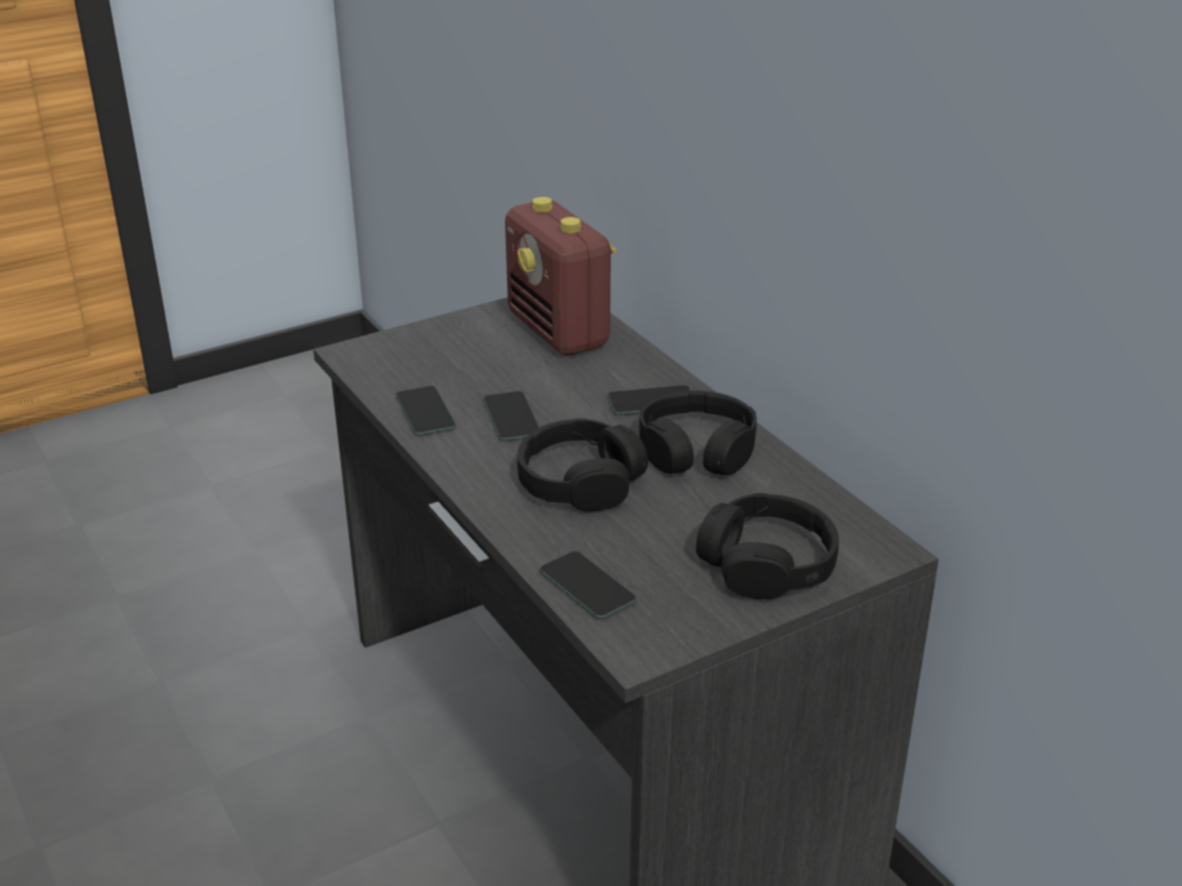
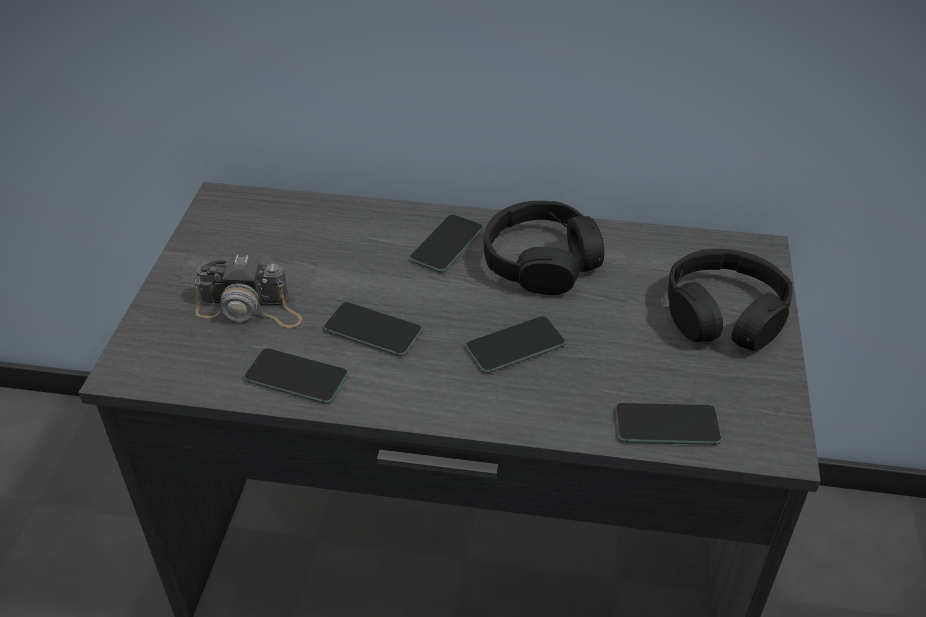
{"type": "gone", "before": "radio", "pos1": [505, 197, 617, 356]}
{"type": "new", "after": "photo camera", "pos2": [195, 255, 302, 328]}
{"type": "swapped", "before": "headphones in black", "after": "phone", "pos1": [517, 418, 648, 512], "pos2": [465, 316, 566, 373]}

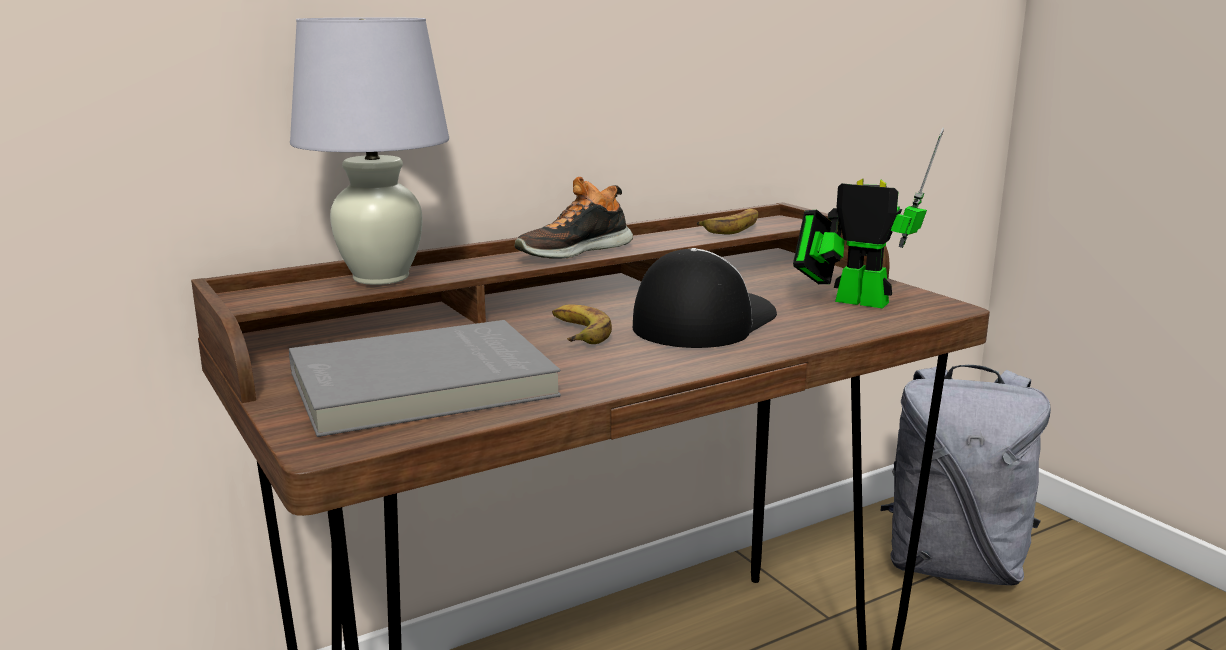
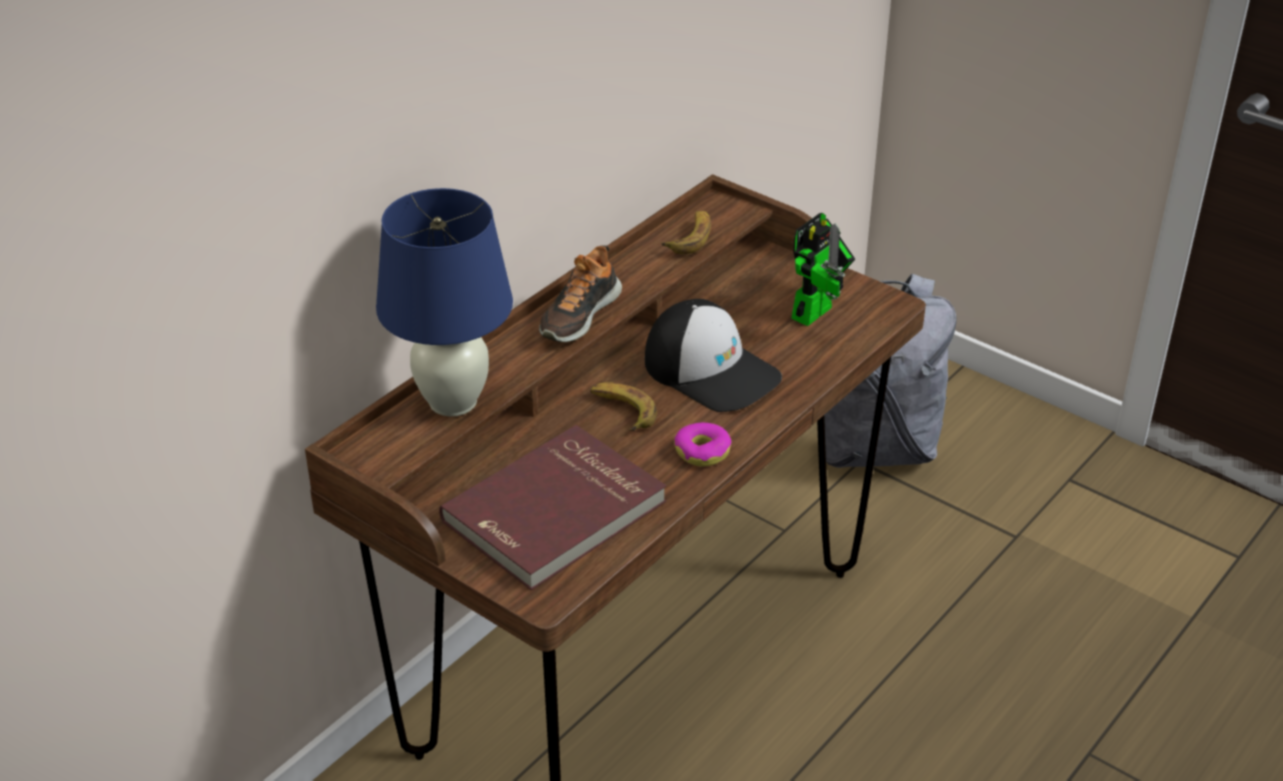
{"type": "new", "after": "donut", "pos2": [674, 423, 731, 466]}
{"type": "repainted", "before": "book in grey", "after": "book in red", "pos1": [289, 320, 561, 437], "pos2": [439, 425, 666, 590]}
{"type": "repainted", "before": "table lamp in white", "after": "table lamp in blue", "pos1": [290, 17, 449, 285], "pos2": [376, 188, 513, 417]}
{"type": "rotated", "before": "cap", "pos1": [633, 248, 777, 348], "pos2": [645, 299, 782, 412], "turn": 120}
{"type": "rotated", "before": "toy robot", "pos1": [793, 128, 944, 308], "pos2": [791, 213, 855, 326], "turn": 120}

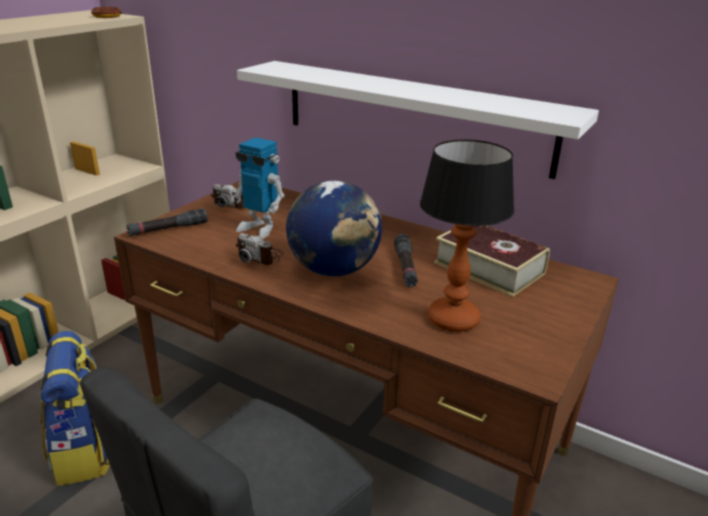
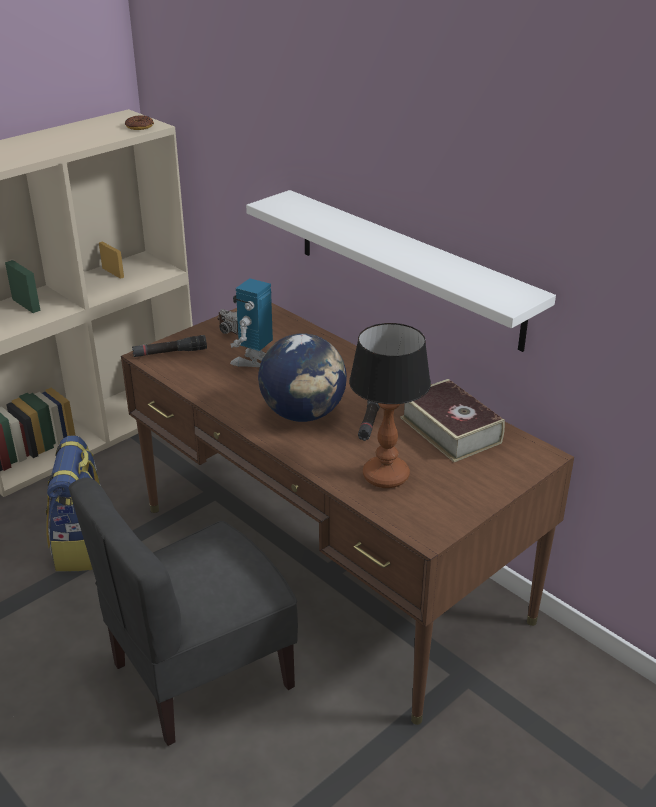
{"type": "gone", "before": "photo camera", "pos1": [236, 233, 284, 265]}
{"type": "rotated", "before": "toy robot", "pos1": [232, 137, 284, 239], "pos2": [230, 278, 273, 367], "turn": 75}

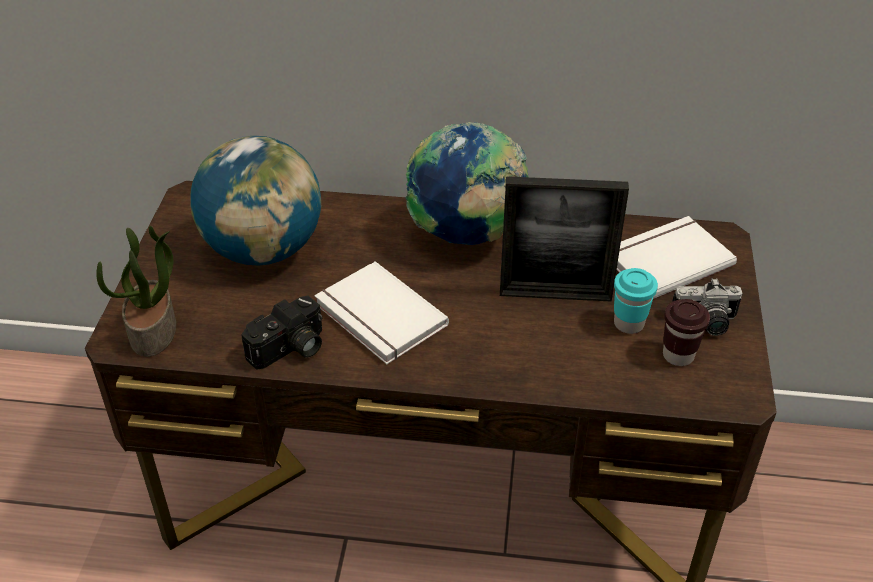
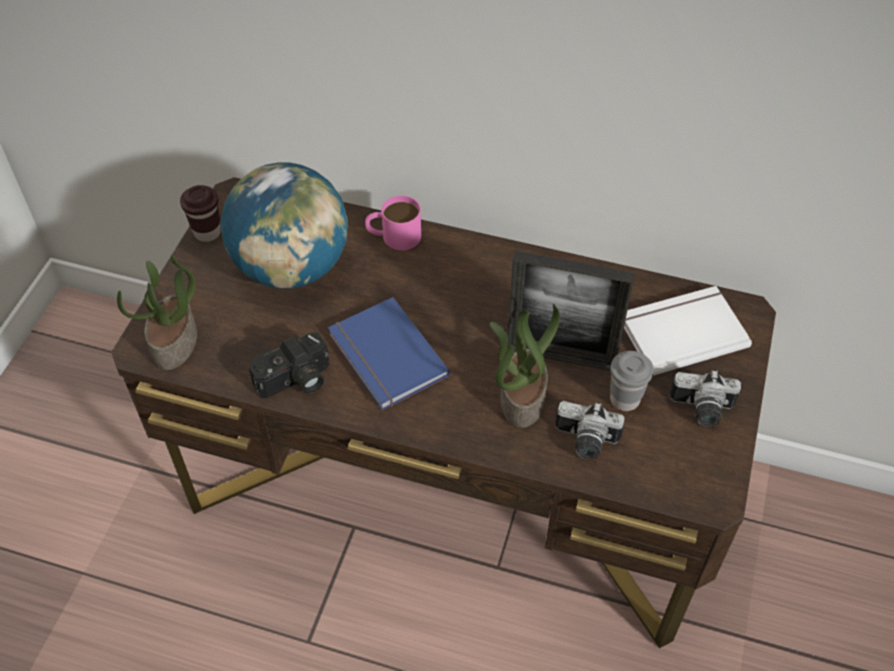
{"type": "gone", "before": "globe", "pos1": [406, 122, 529, 245]}
{"type": "new", "after": "mug in pink", "pos2": [365, 195, 421, 250]}
{"type": "new", "after": "potted plant", "pos2": [490, 304, 560, 428]}
{"type": "new", "after": "photo camera", "pos2": [555, 401, 625, 460]}
{"type": "shifted", "before": "cup in brown", "pos1": [663, 299, 710, 366], "pos2": [180, 185, 221, 242]}
{"type": "repainted", "before": "book in white", "after": "book in blue", "pos1": [314, 261, 449, 364], "pos2": [328, 297, 450, 410]}
{"type": "repainted", "before": "cup in turquoise", "after": "cup in grey", "pos1": [614, 268, 658, 334], "pos2": [610, 351, 654, 411]}

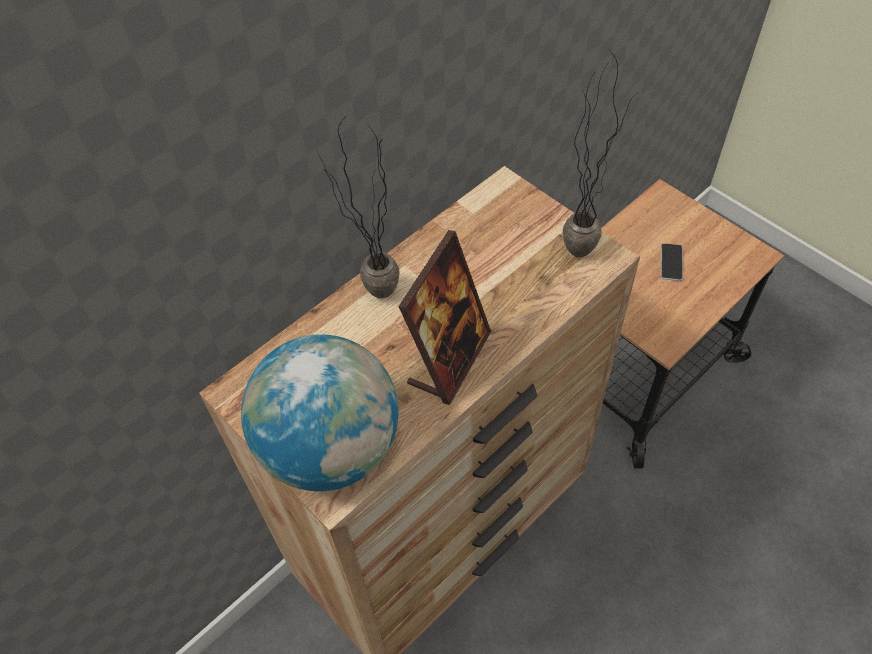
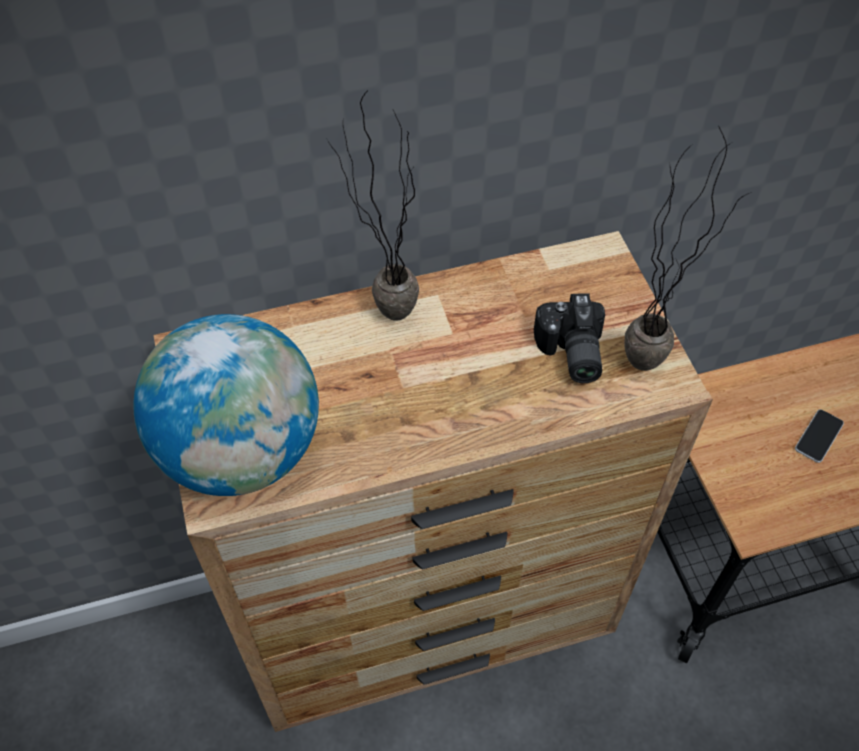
{"type": "gone", "before": "picture frame", "pos1": [398, 230, 491, 405]}
{"type": "new", "after": "photo camera", "pos2": [534, 294, 605, 383]}

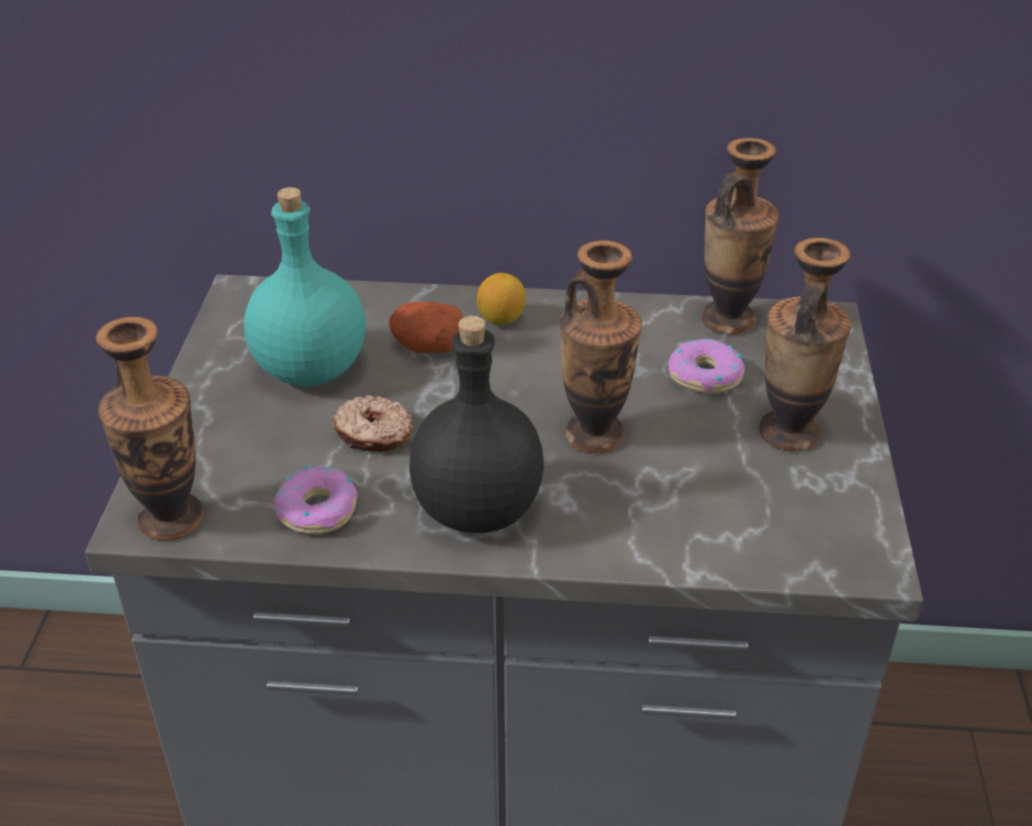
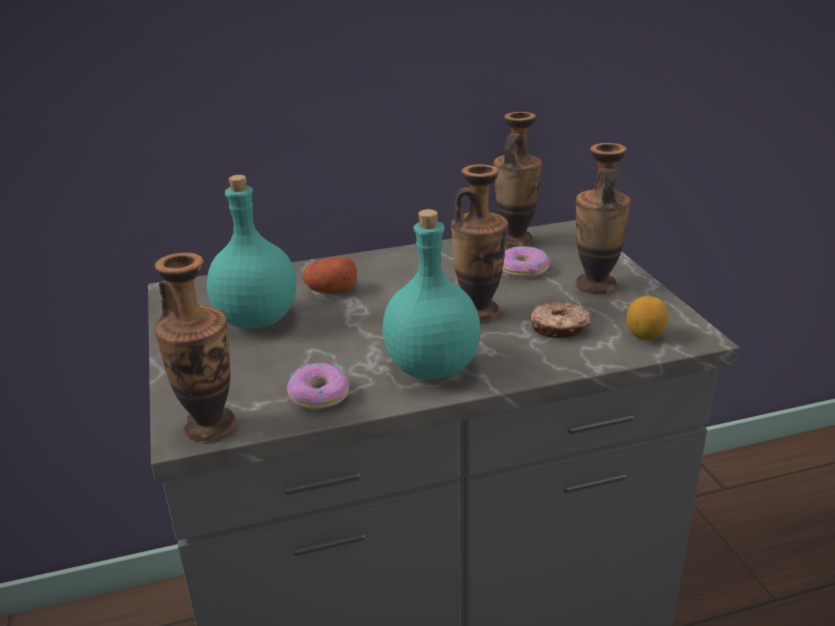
{"type": "shifted", "before": "donut", "pos1": [332, 395, 413, 452], "pos2": [530, 302, 592, 338]}
{"type": "shifted", "before": "lemon", "pos1": [477, 273, 526, 325], "pos2": [627, 296, 668, 340]}
{"type": "repainted", "before": "bottle in black", "after": "bottle in turquoise", "pos1": [409, 316, 544, 533], "pos2": [382, 209, 481, 380]}

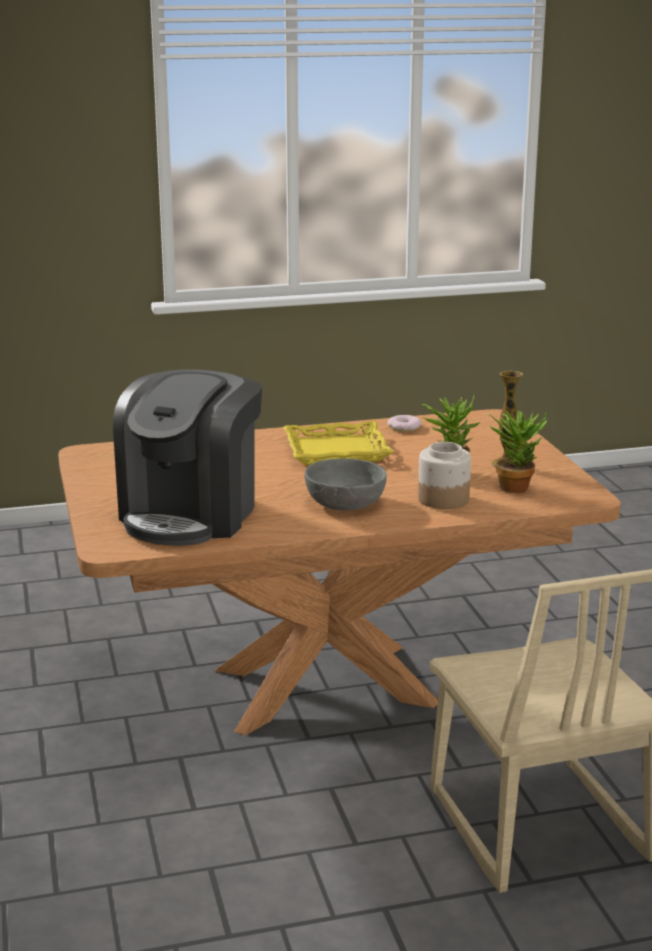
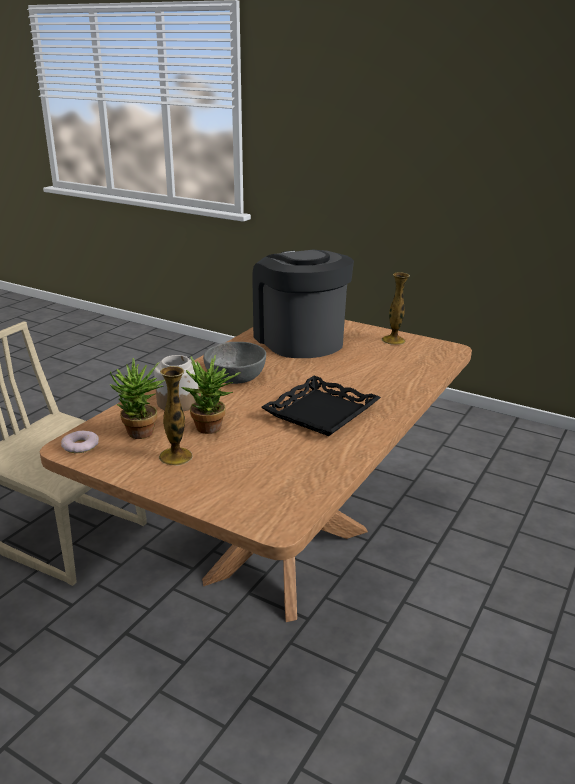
{"type": "new", "after": "vase", "pos2": [381, 272, 410, 345]}
{"type": "shifted", "before": "donut", "pos1": [387, 415, 421, 432], "pos2": [61, 431, 99, 453]}
{"type": "repainted", "before": "tray in yellow", "after": "tray in black", "pos1": [283, 421, 393, 465], "pos2": [261, 376, 381, 436]}

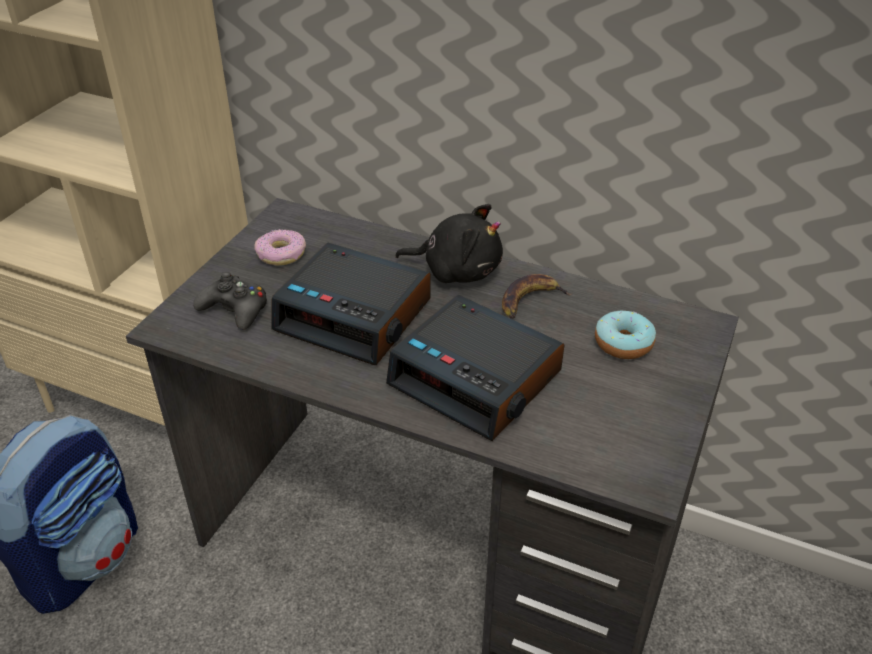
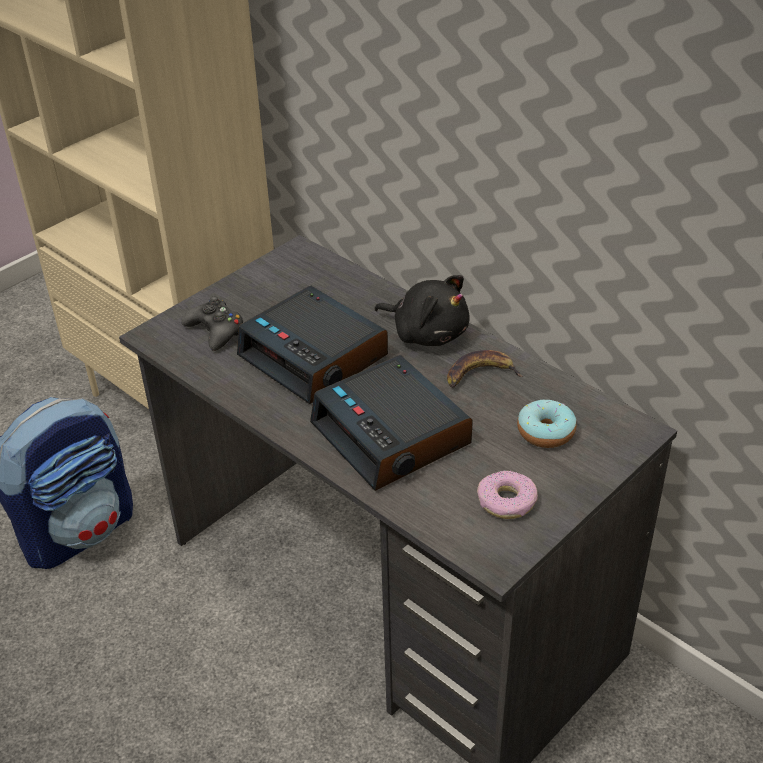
{"type": "shifted", "before": "donut", "pos1": [254, 229, 306, 266], "pos2": [477, 470, 538, 519]}

